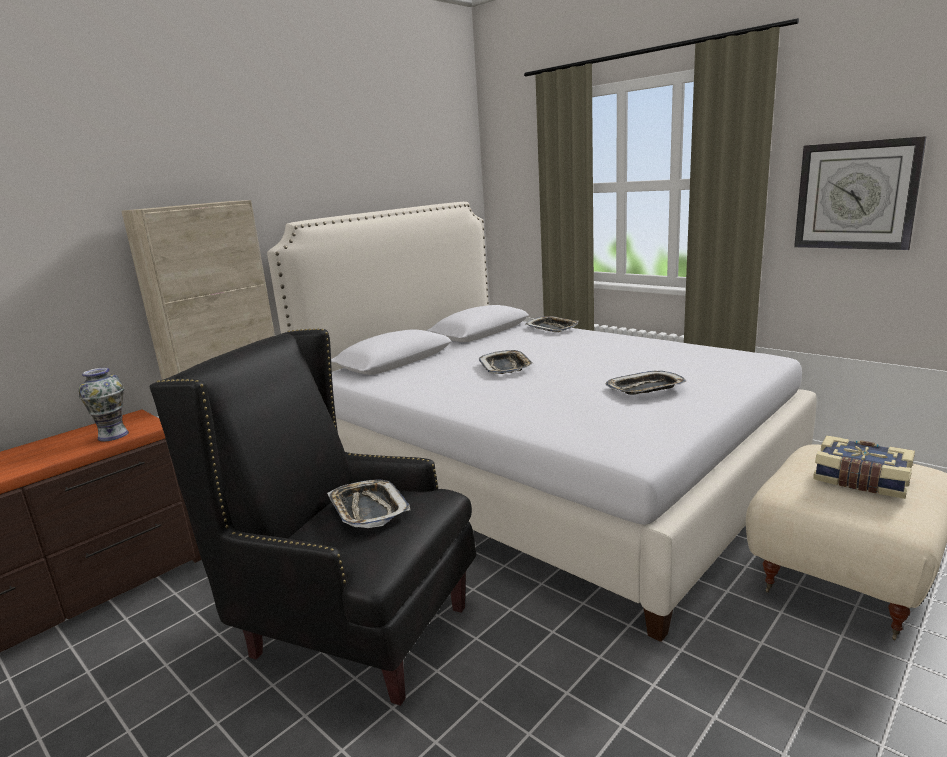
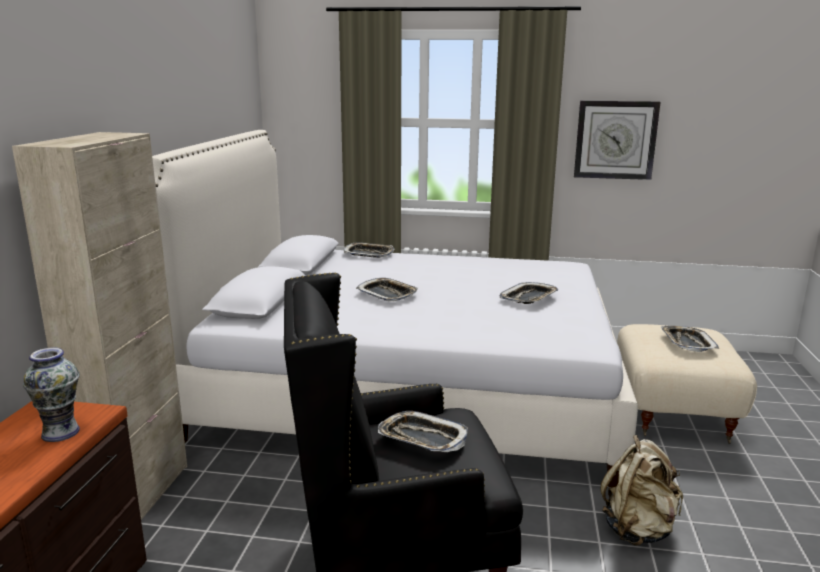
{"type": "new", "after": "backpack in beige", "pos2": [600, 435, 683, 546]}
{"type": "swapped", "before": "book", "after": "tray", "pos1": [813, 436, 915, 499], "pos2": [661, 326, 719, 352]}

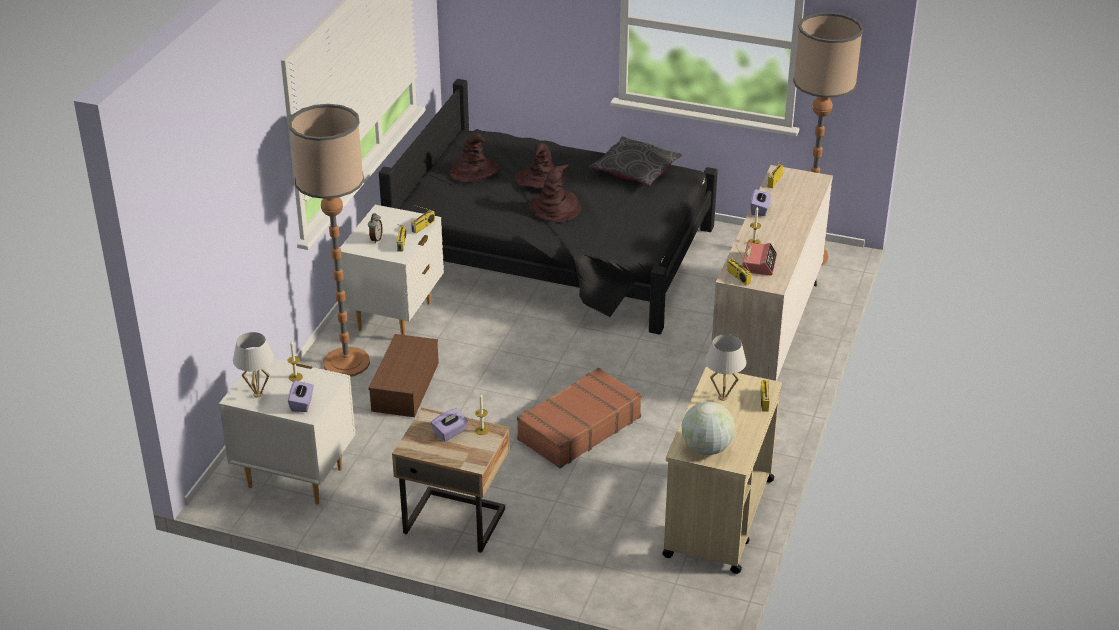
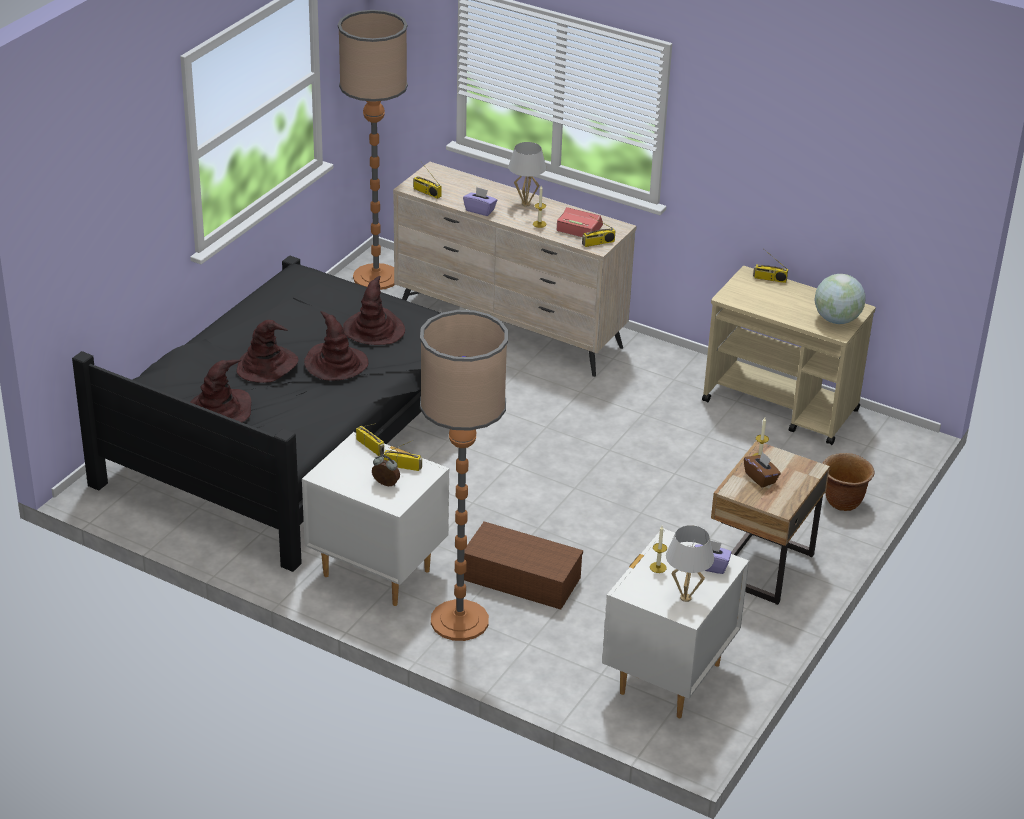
{"type": "gone", "before": "suitcase in brown", "pos1": [517, 368, 642, 468]}
{"type": "gone", "before": "pillow in grey", "pos1": [588, 136, 682, 186]}
{"type": "new", "after": "hat in brown", "pos2": [343, 276, 405, 345]}
{"type": "new", "after": "planter in brown", "pos2": [822, 453, 875, 511]}
{"type": "shifted", "before": "table lamp in white", "pos1": [705, 334, 746, 401], "pos2": [508, 142, 546, 206]}
{"type": "repainted", "before": "tissue box in purple", "after": "tissue box in brown", "pos1": [431, 408, 468, 441], "pos2": [744, 452, 781, 488]}

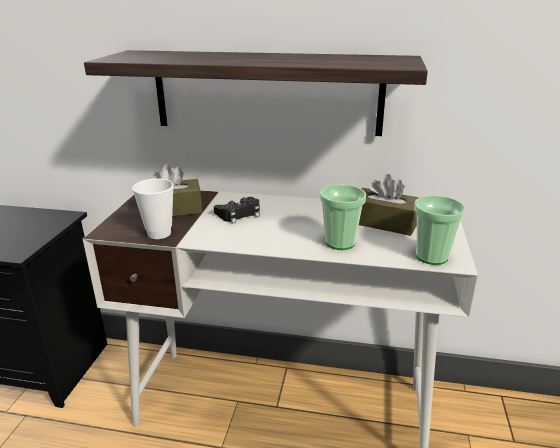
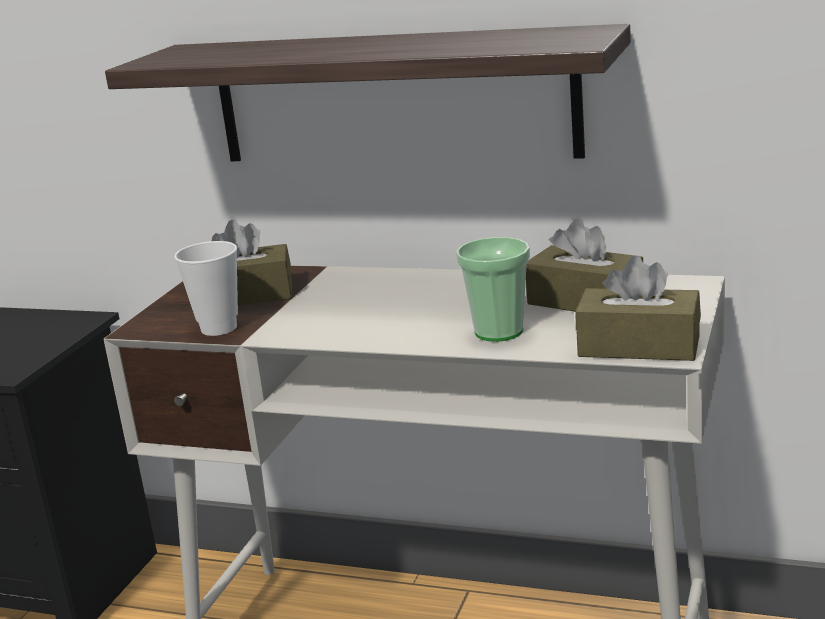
{"type": "gone", "before": "game controller in black", "pos1": [214, 197, 260, 223]}
{"type": "swapped", "before": "cup", "after": "tissue box in brown", "pos1": [414, 195, 465, 265], "pos2": [575, 256, 701, 361]}

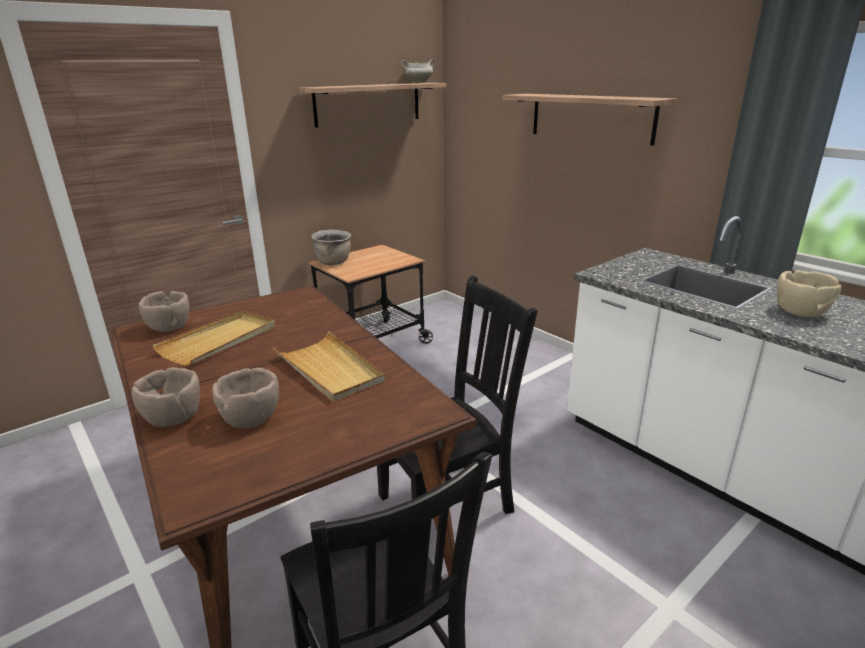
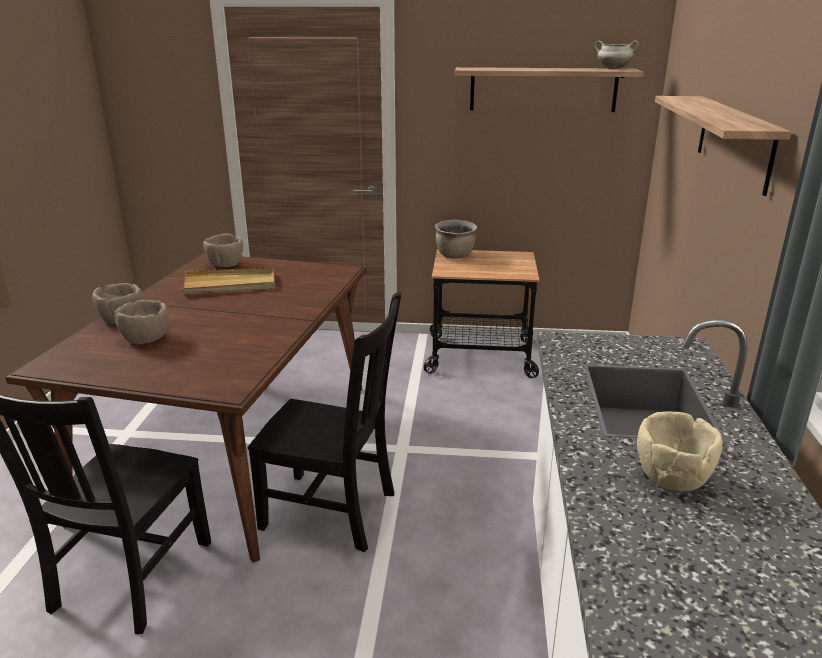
{"type": "gone", "before": "tray in beige", "pos1": [274, 331, 385, 402]}

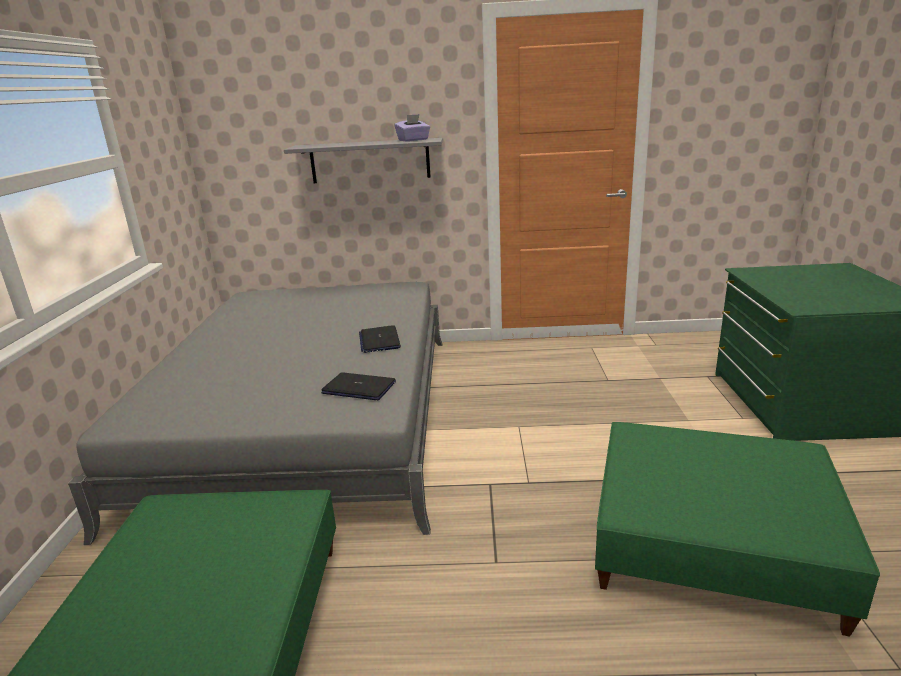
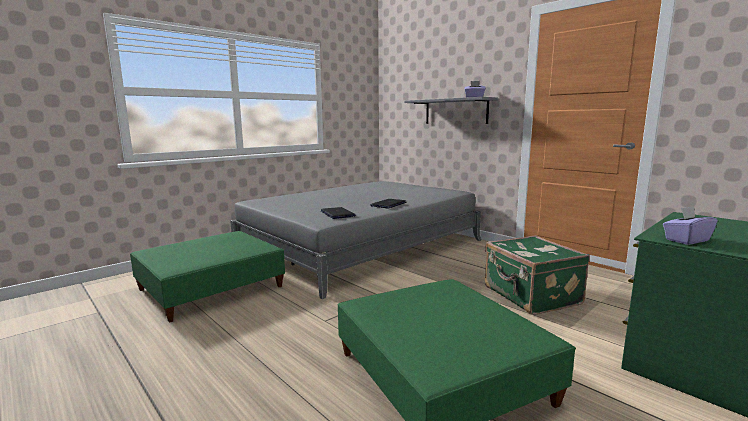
{"type": "new", "after": "suitcase in green", "pos2": [485, 235, 590, 315]}
{"type": "new", "after": "tissue box in purple", "pos2": [663, 206, 718, 245]}

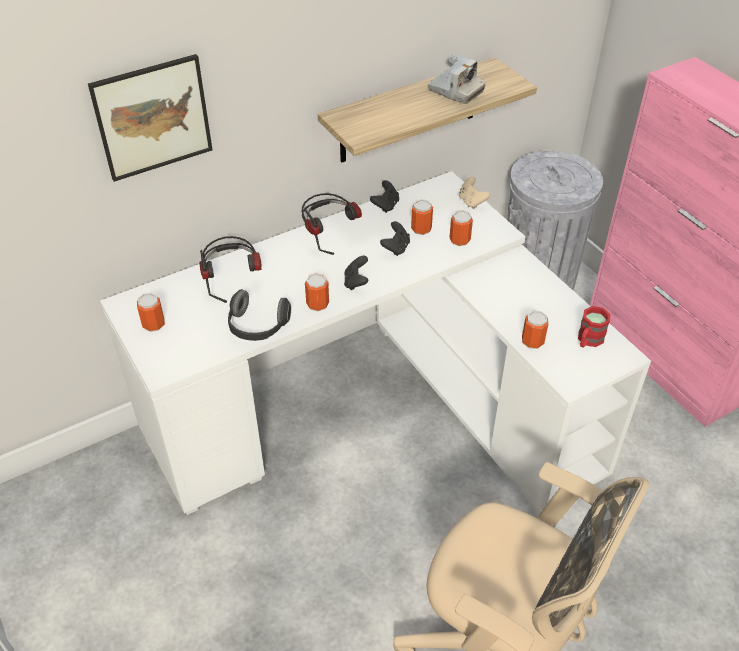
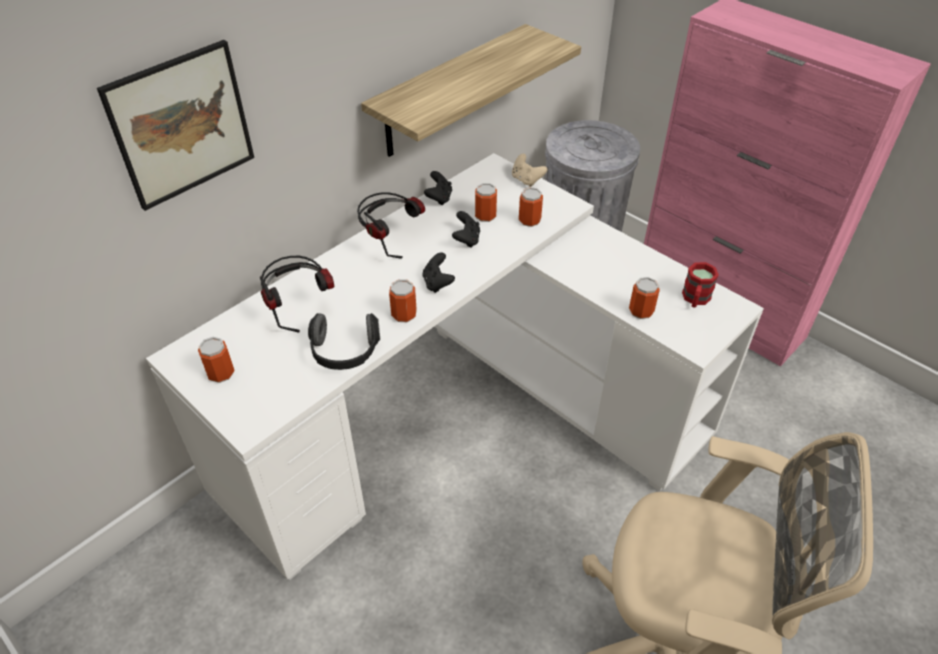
{"type": "gone", "before": "photo camera", "pos1": [428, 54, 485, 104]}

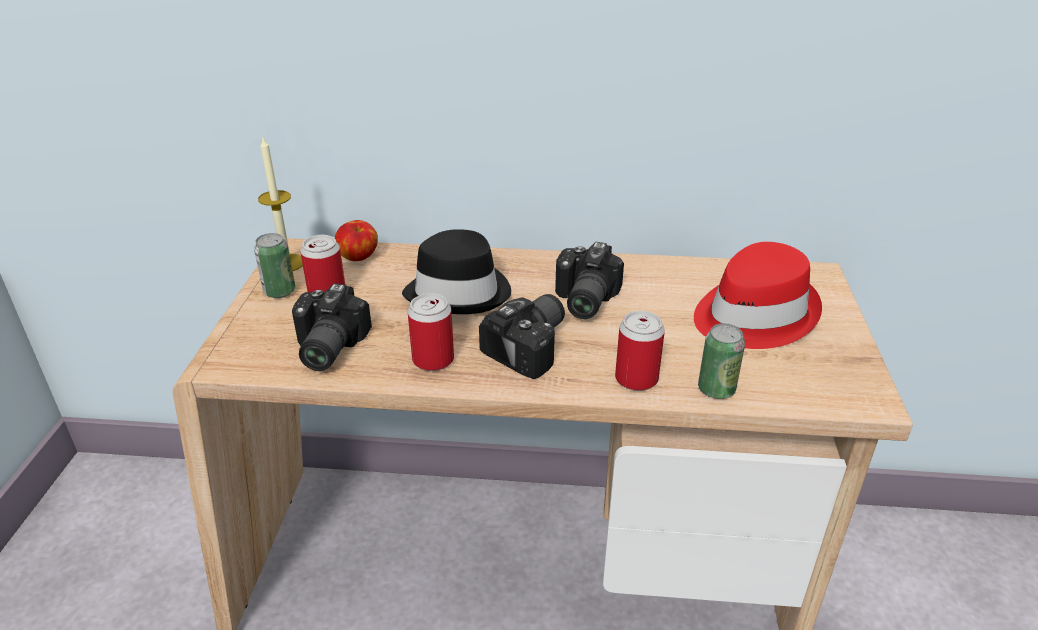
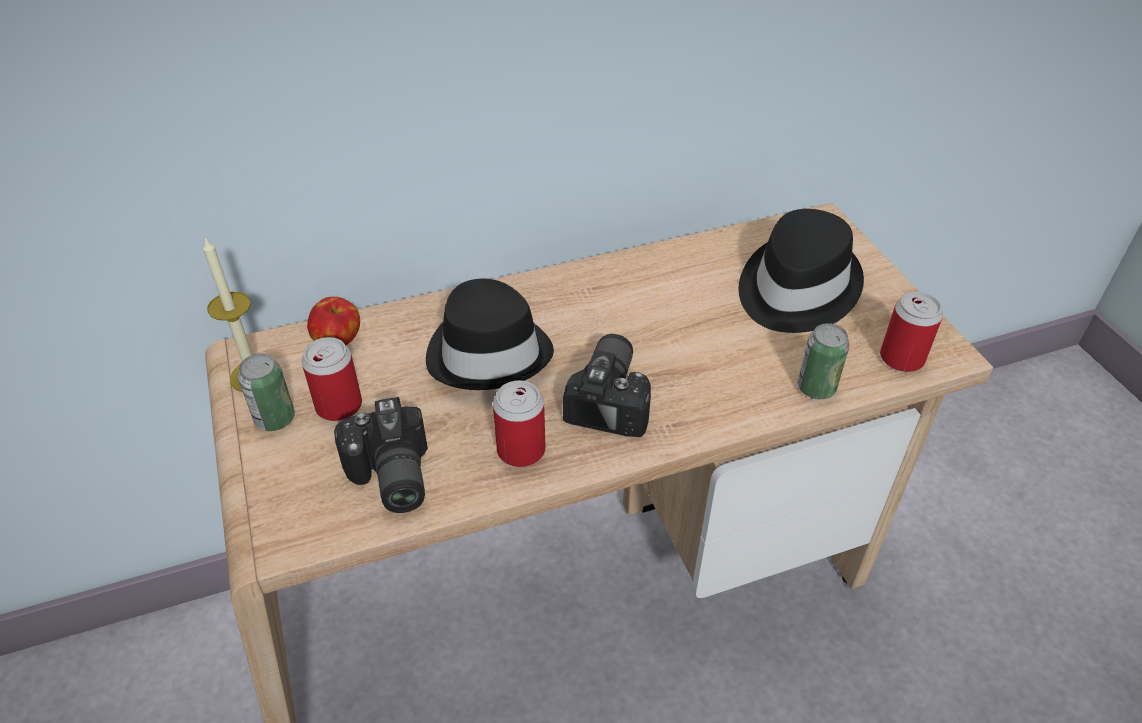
{"type": "gone", "before": "photo camera", "pos1": [555, 242, 624, 319]}
{"type": "shifted", "before": "can", "pos1": [615, 311, 665, 391], "pos2": [880, 291, 943, 372]}
{"type": "repainted", "before": "hat in red", "after": "hat in black", "pos1": [694, 242, 822, 349], "pos2": [739, 209, 864, 333]}

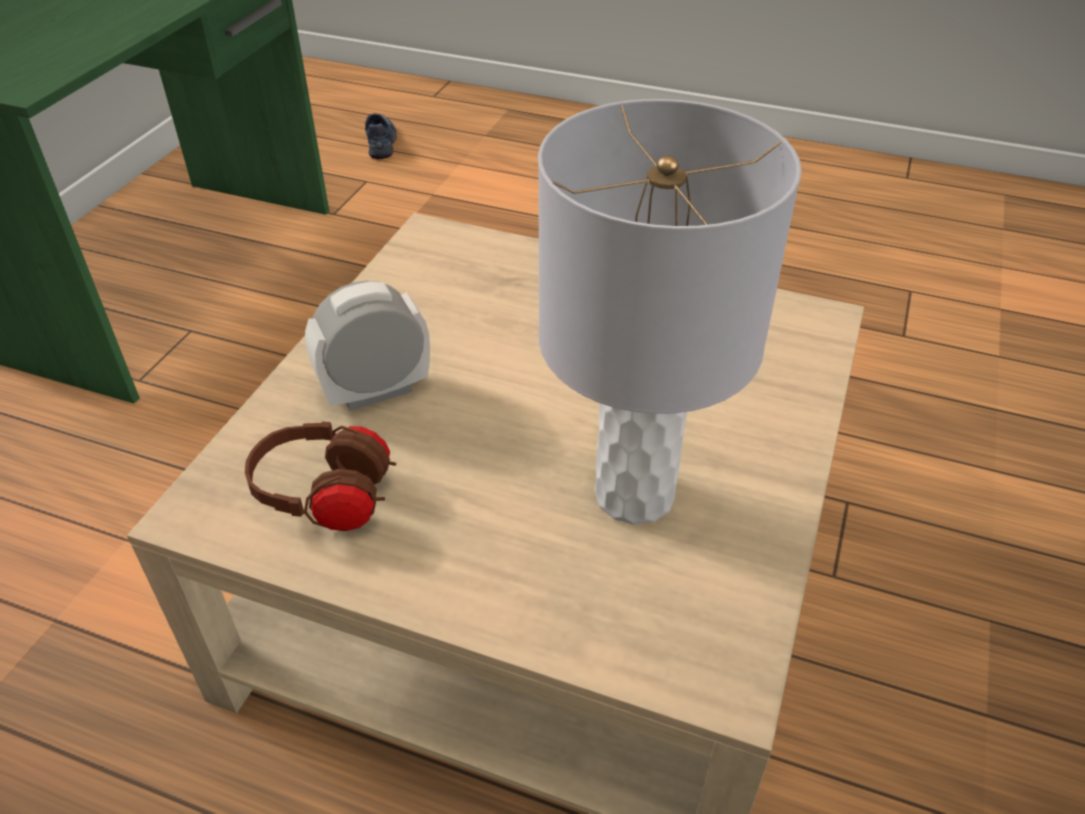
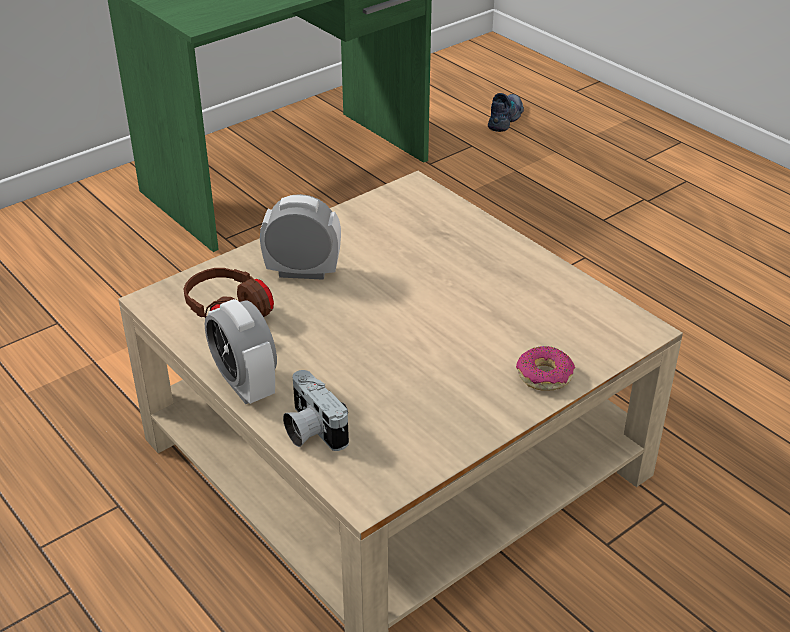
{"type": "gone", "before": "table lamp in grey", "pos1": [538, 99, 802, 525]}
{"type": "new", "after": "alarm clock", "pos2": [205, 299, 277, 404]}
{"type": "new", "after": "photo camera", "pos2": [283, 370, 349, 451]}
{"type": "new", "after": "donut", "pos2": [516, 346, 575, 391]}

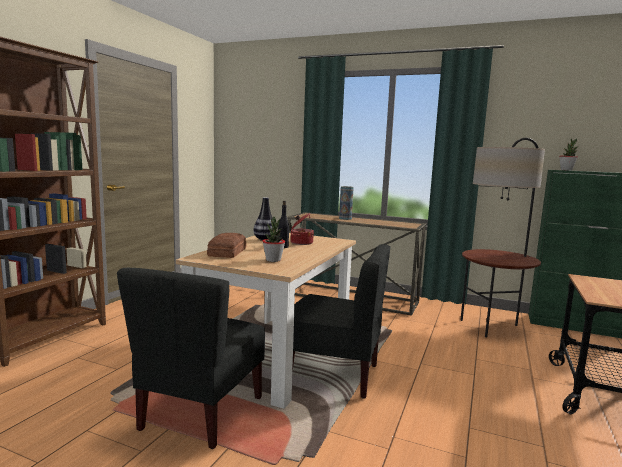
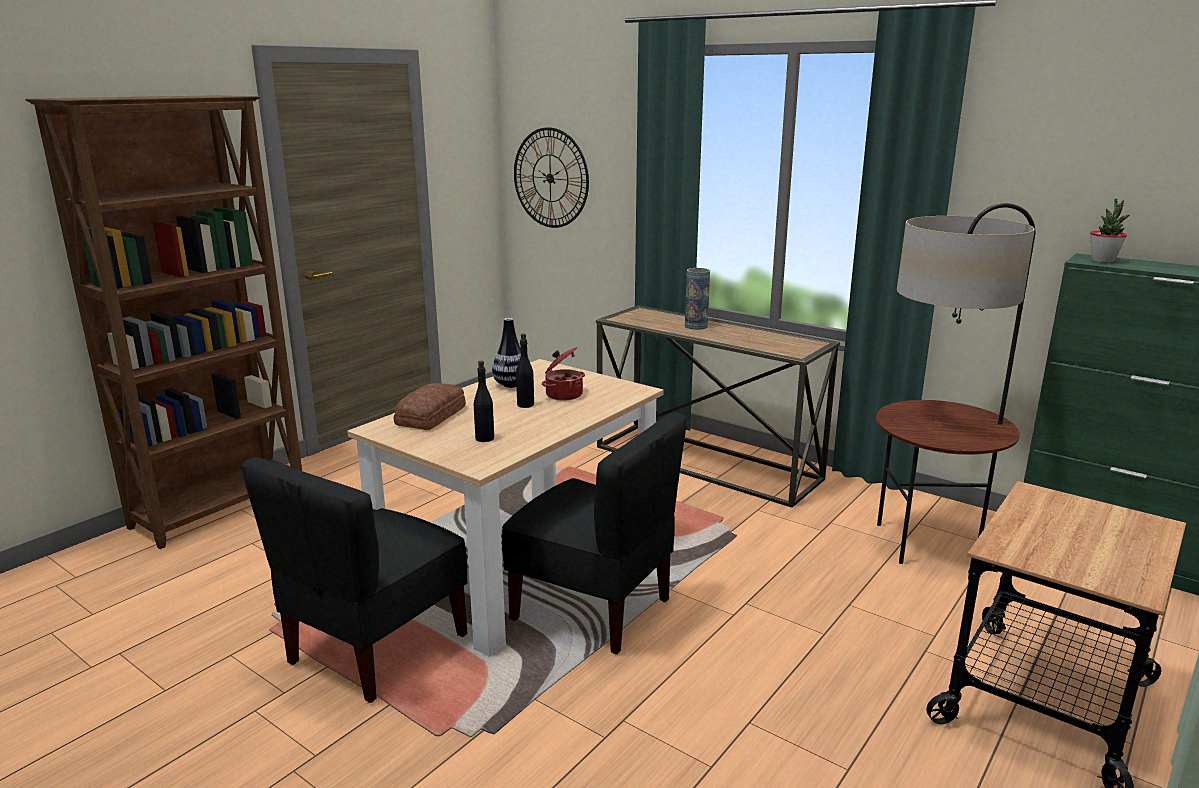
{"type": "new", "after": "wall clock", "pos2": [514, 127, 589, 228]}
{"type": "swapped", "before": "potted plant", "after": "bottle in black", "pos1": [262, 217, 285, 262], "pos2": [474, 361, 494, 442]}

